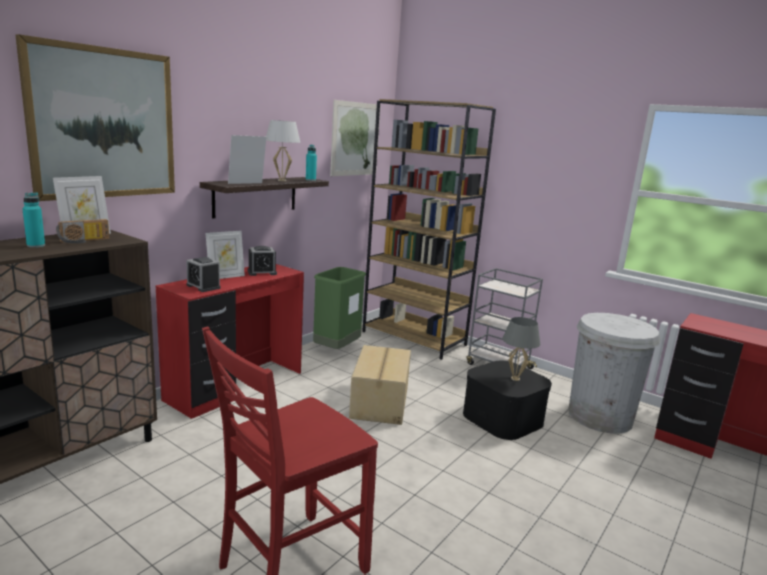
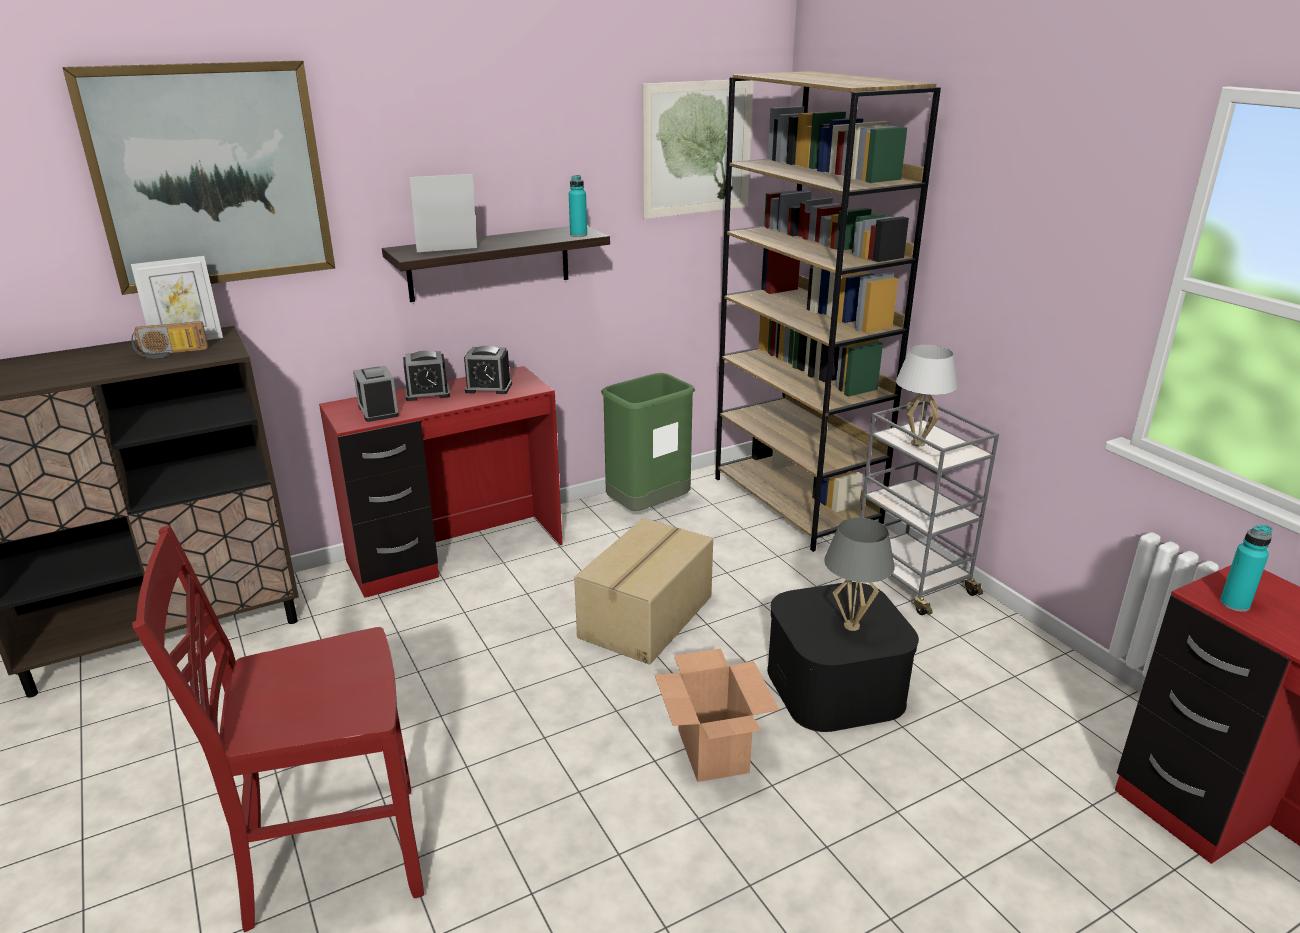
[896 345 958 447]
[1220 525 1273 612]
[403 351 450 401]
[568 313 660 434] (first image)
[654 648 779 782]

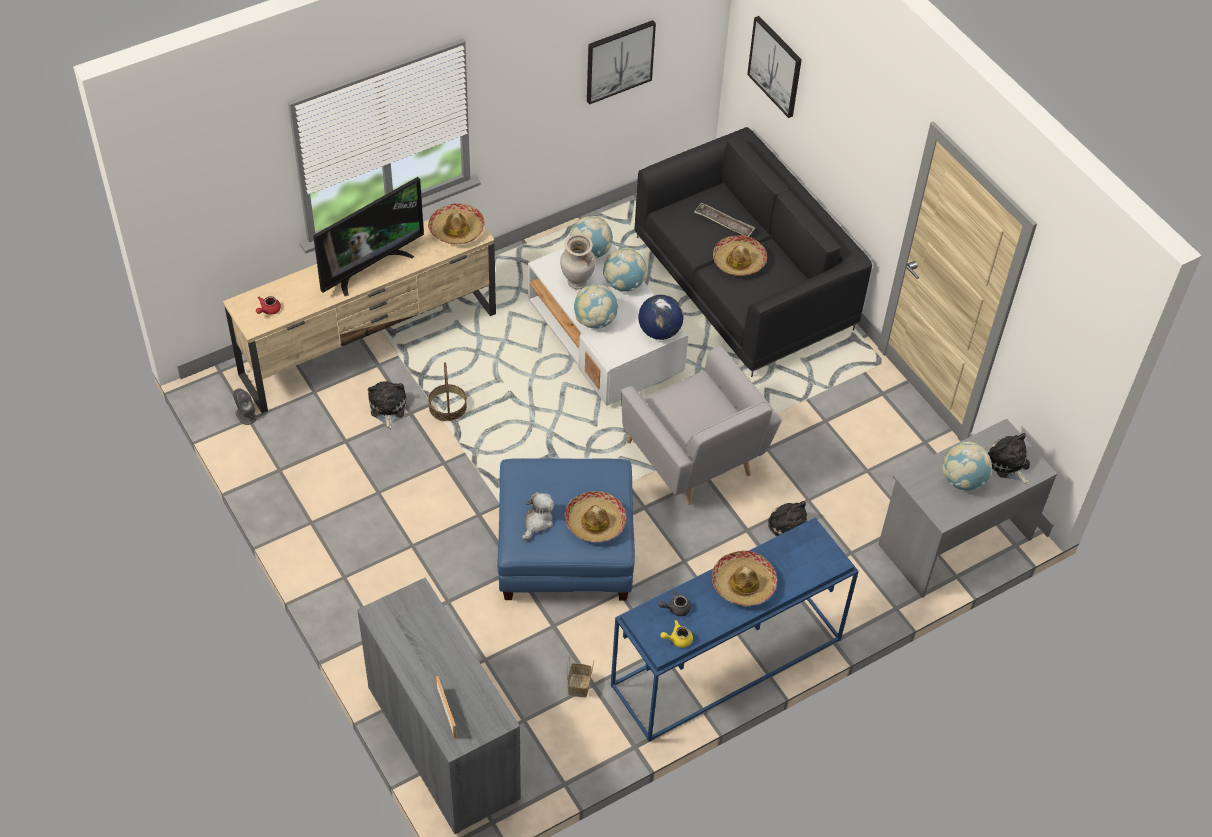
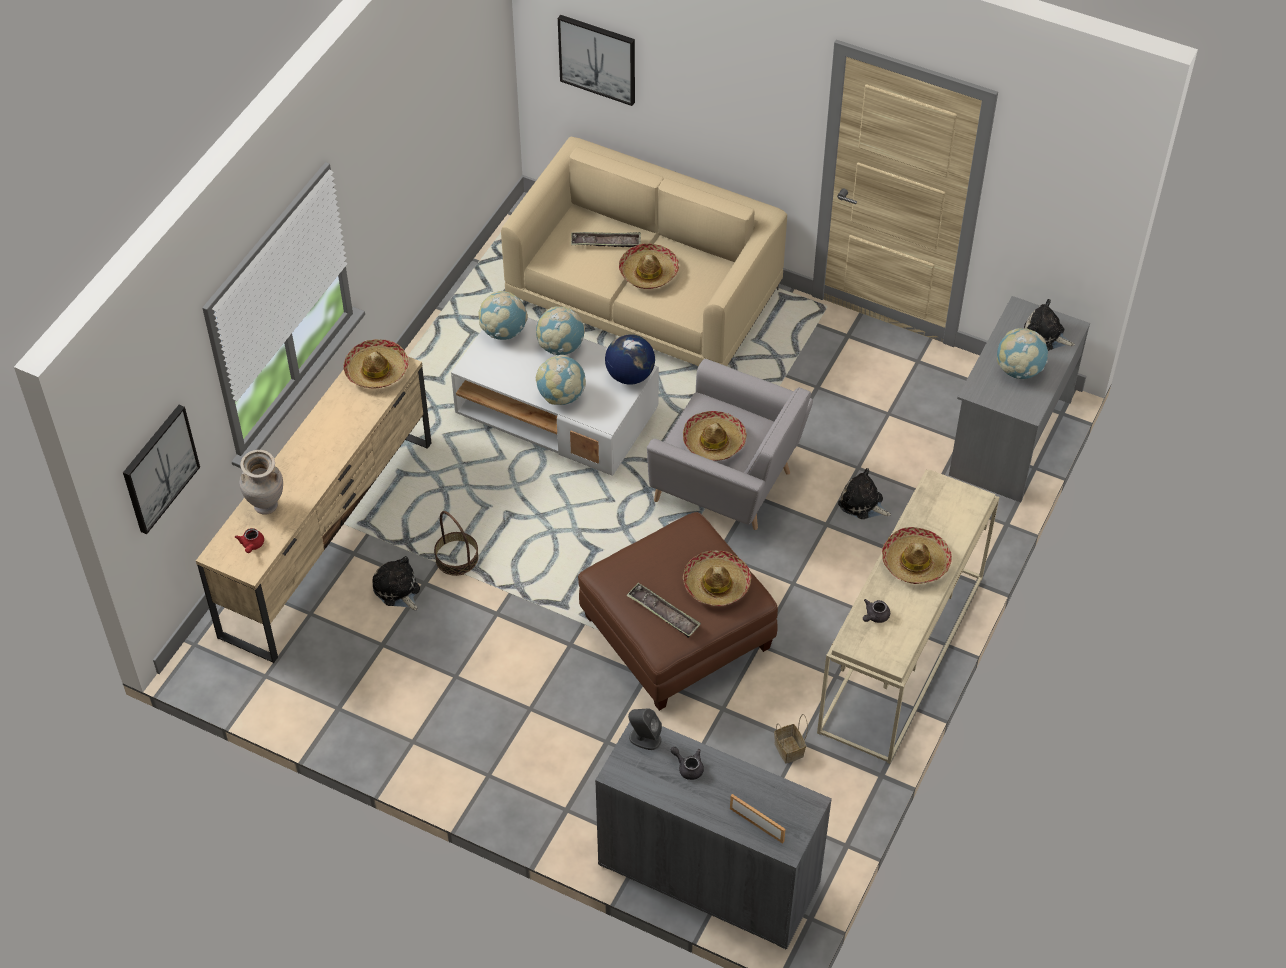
[123 405 200 534]
[501 137 787 366]
[313 177 424 296] (first image)
[239 450 283 515]
[628 708 662 750]
[578 512 778 711]
[626 583 701 638]
[817 469 999 764]
[660 620 693 648] (first image)
[683 411 747 461]
[671 747 704 780]

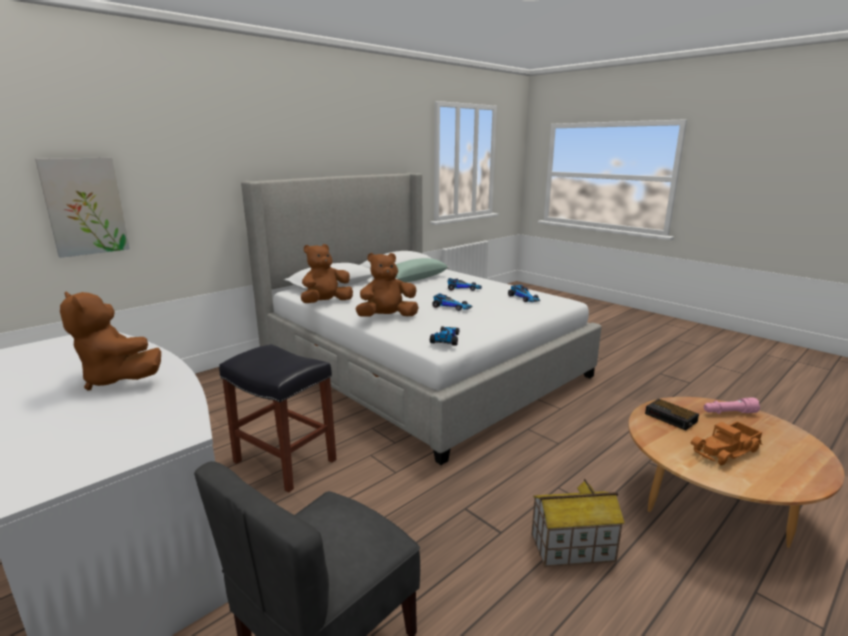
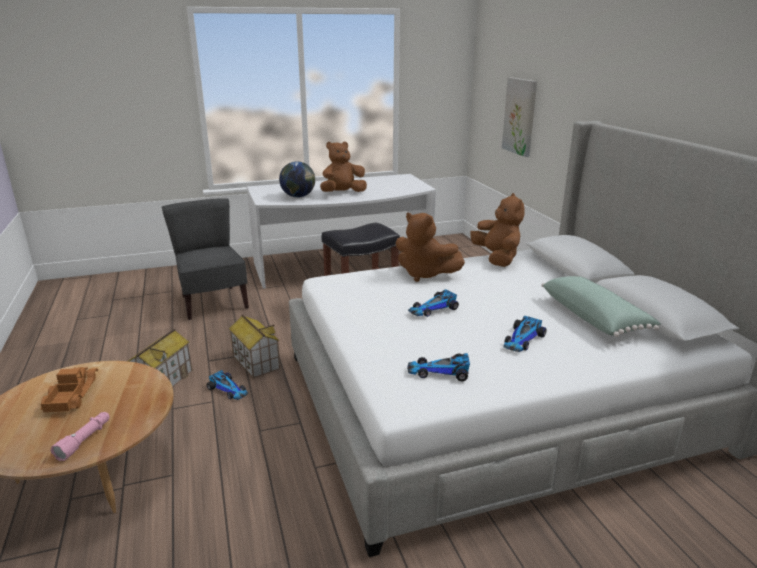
[396 213 465 282]
[207 370 248 400]
[645 399 699 430] (first image)
[279 161 315 198]
[229 314 280 378]

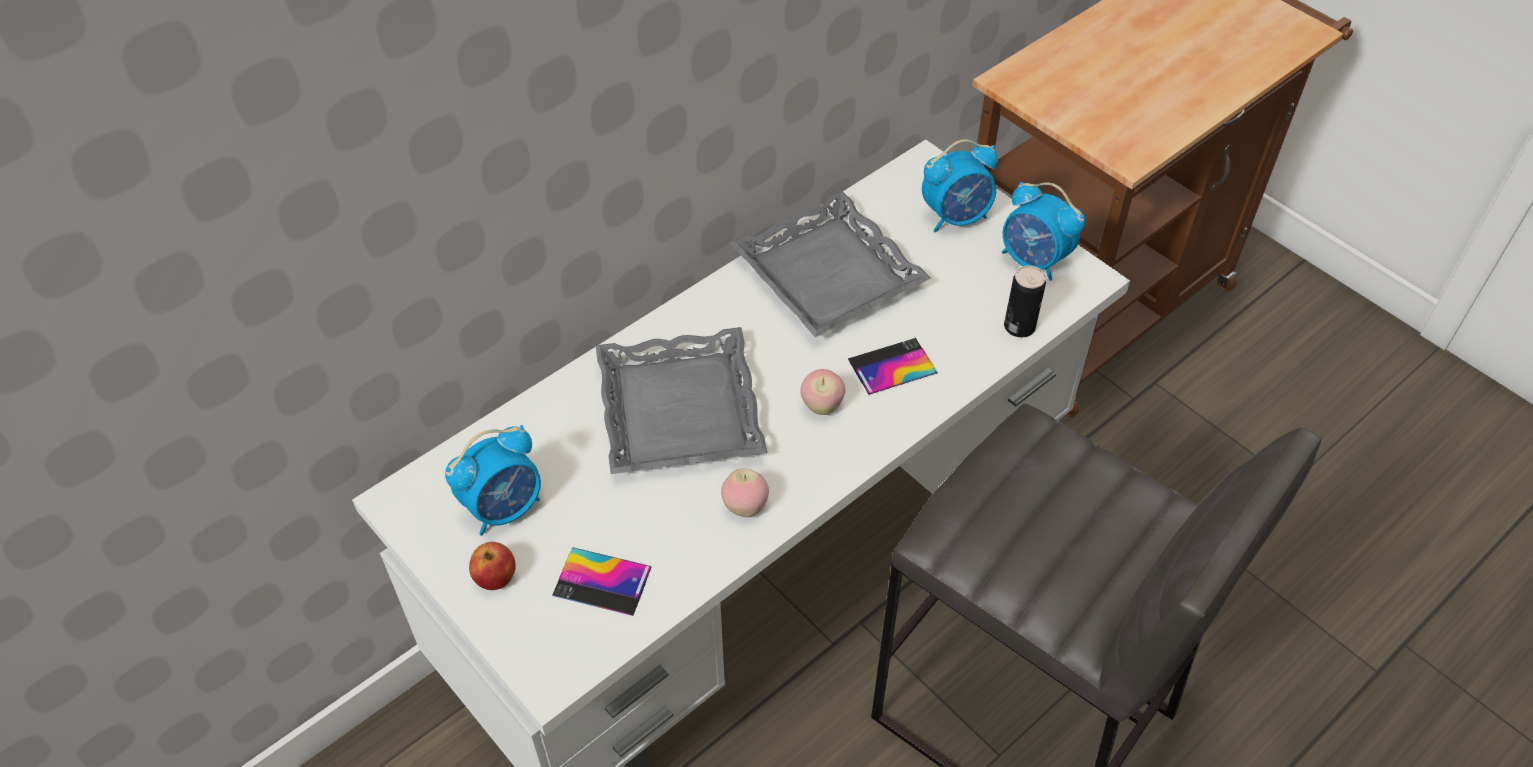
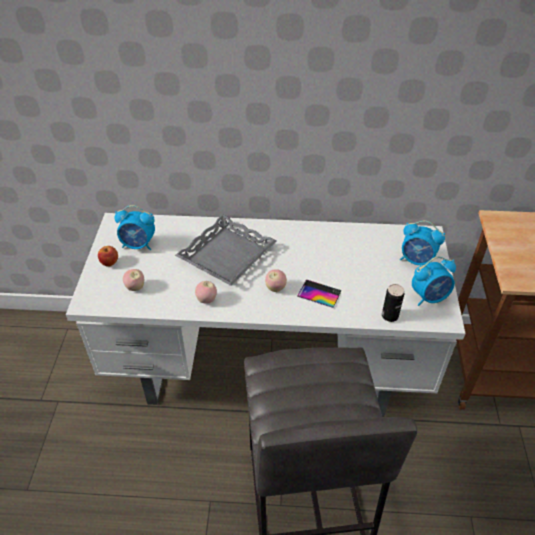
[412 257 456 306]
[730 191 931 337] (first image)
[123 269 144 291]

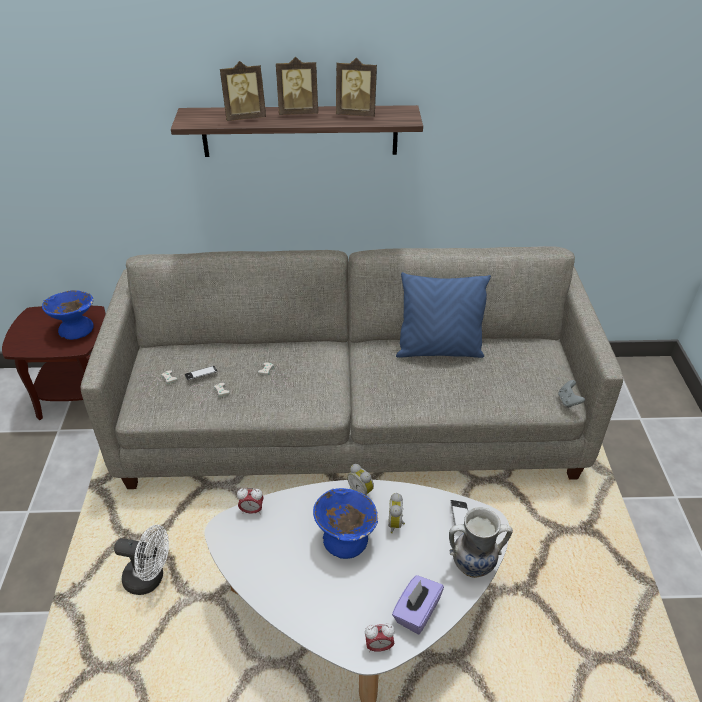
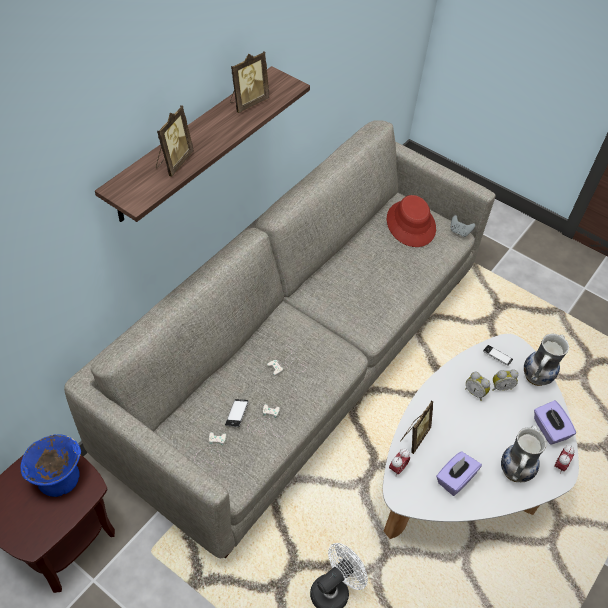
[400 400 433 454]
[396 272 491 358] (first image)
[492 369 519 391]
[313 488 378 559] (first image)
[387 195 436 247]
[501 425 547 482]
[436 451 482 496]

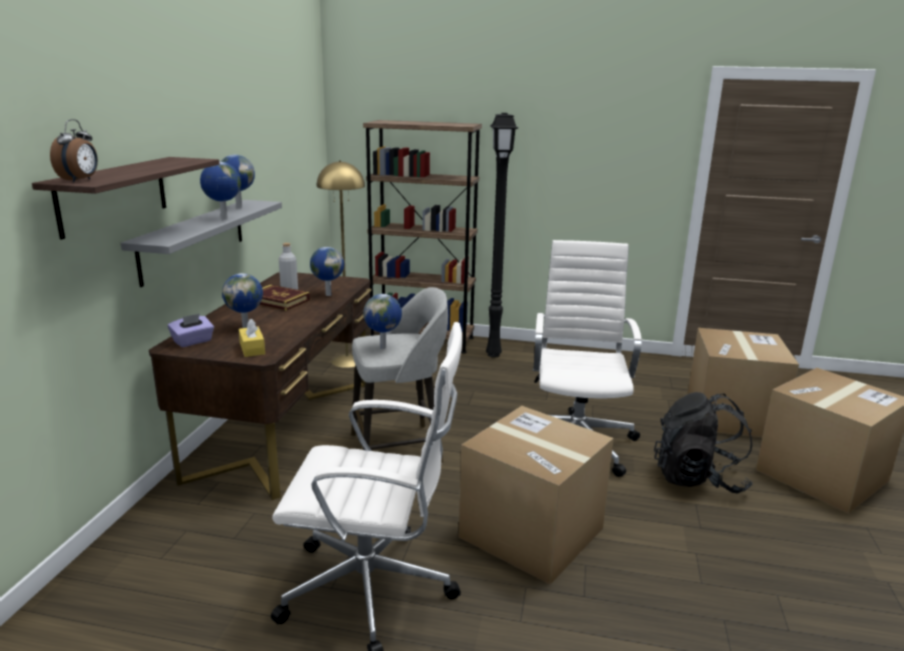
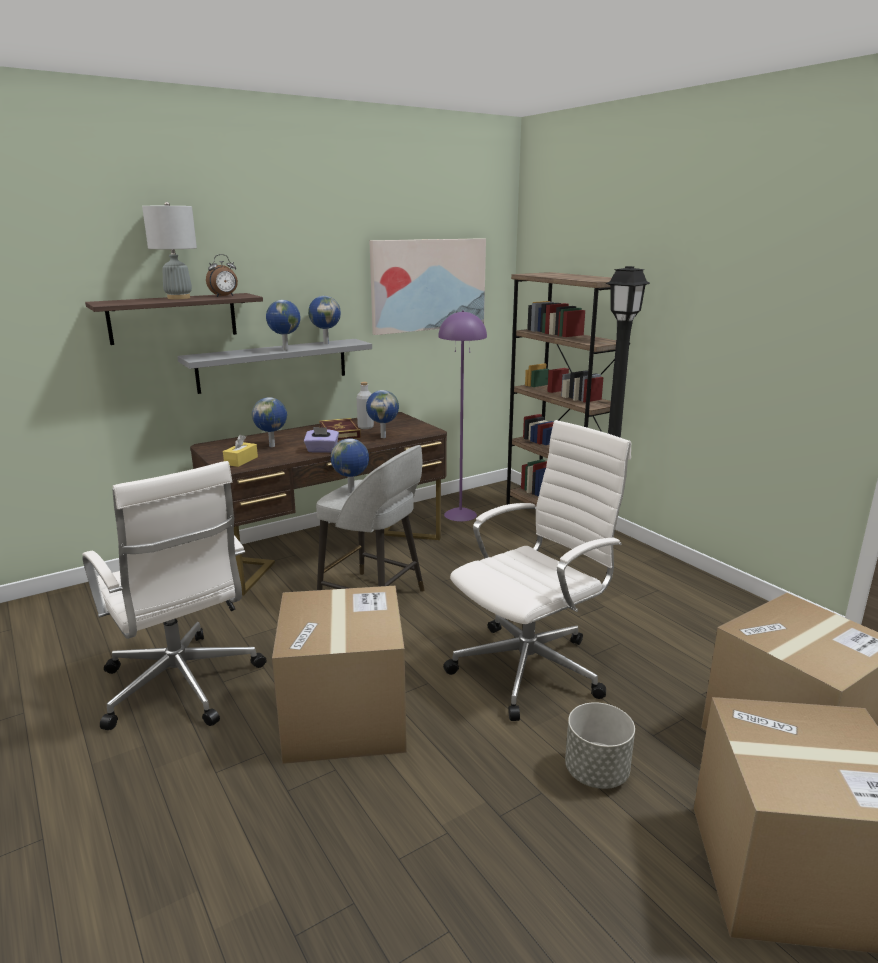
[206 254 238 297]
[438 310 487 522]
[304 427 339 453]
[565 702 635 789]
[142 202 197 299]
[370 238 486 335]

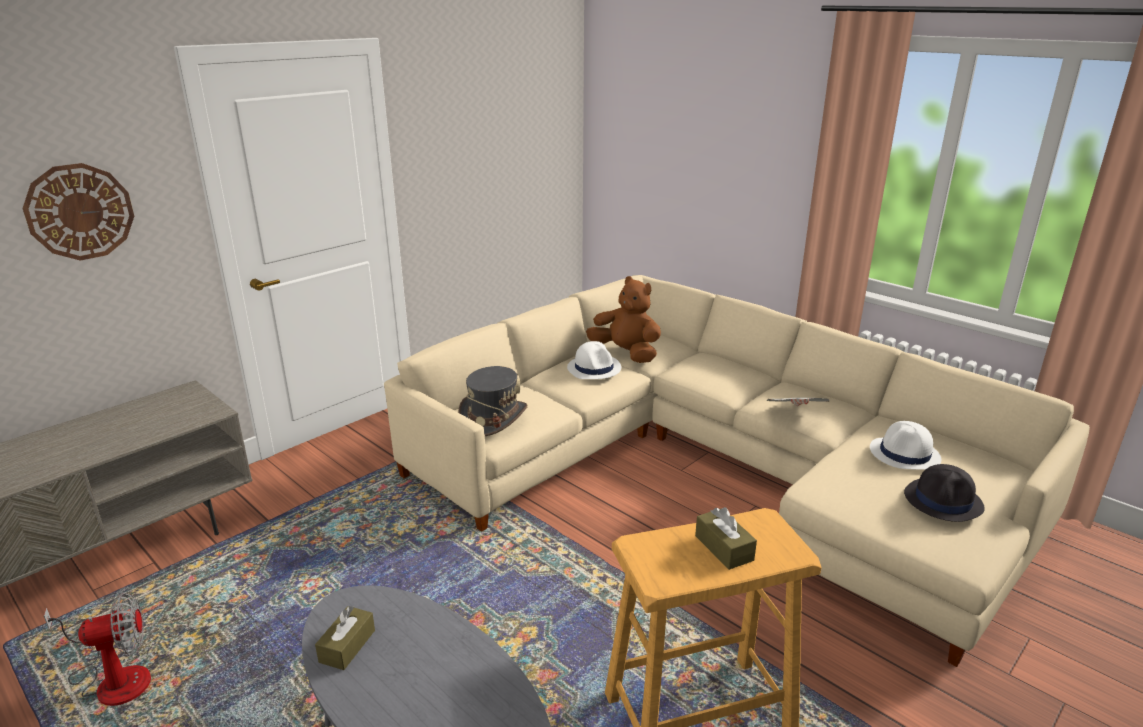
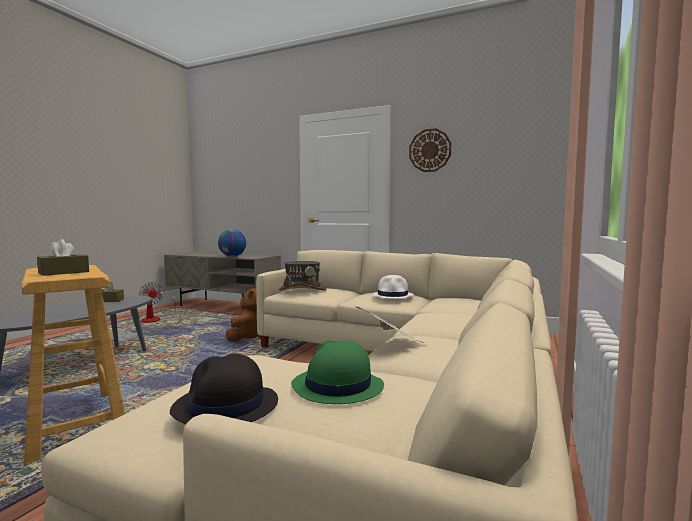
[409 128 451 172]
[226 288 260 342]
[291 340 384 404]
[218 229 246 257]

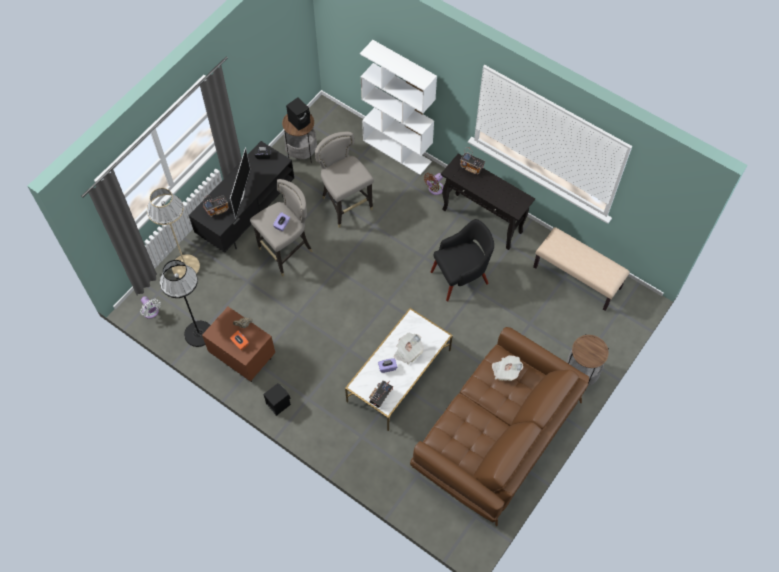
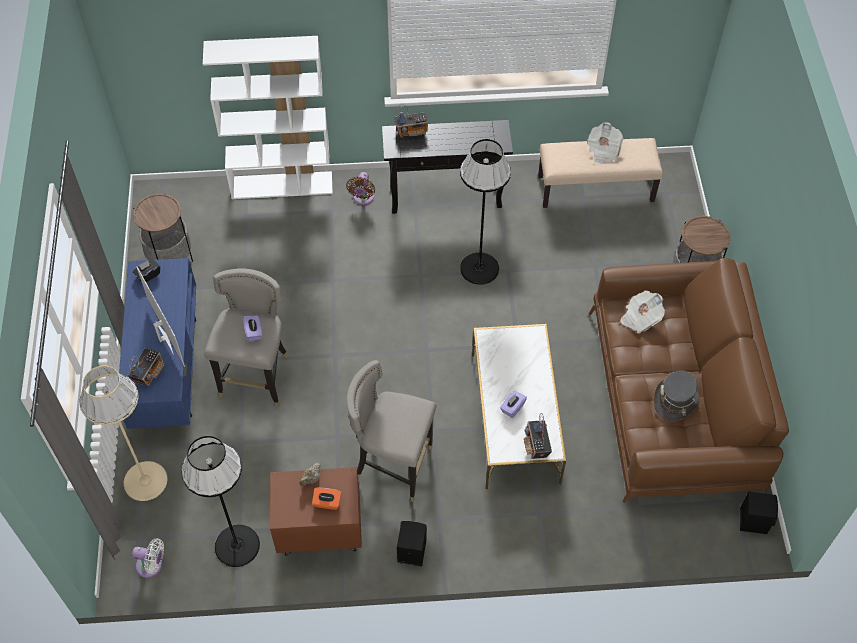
[740 492 778 534]
[346 360 437 502]
[118 258 197 429]
[460 139 511 285]
[587 122 623 165]
[653 370 700 422]

